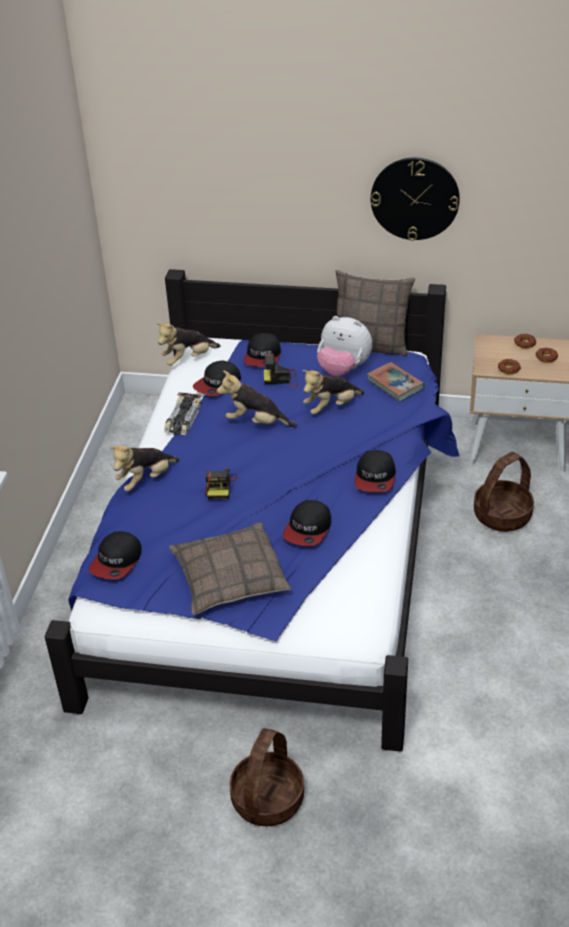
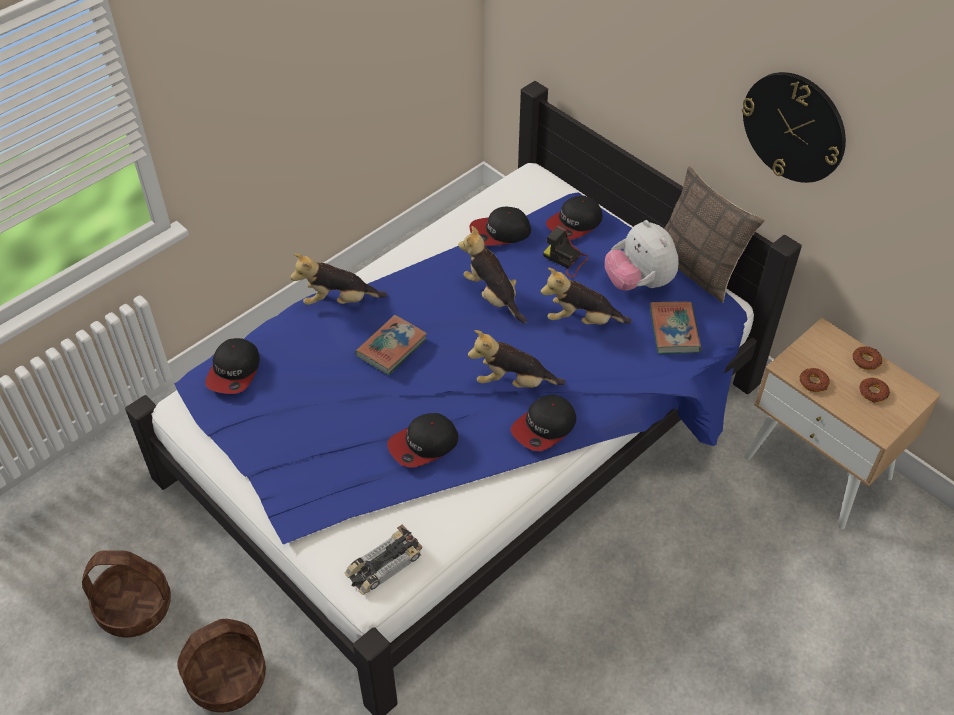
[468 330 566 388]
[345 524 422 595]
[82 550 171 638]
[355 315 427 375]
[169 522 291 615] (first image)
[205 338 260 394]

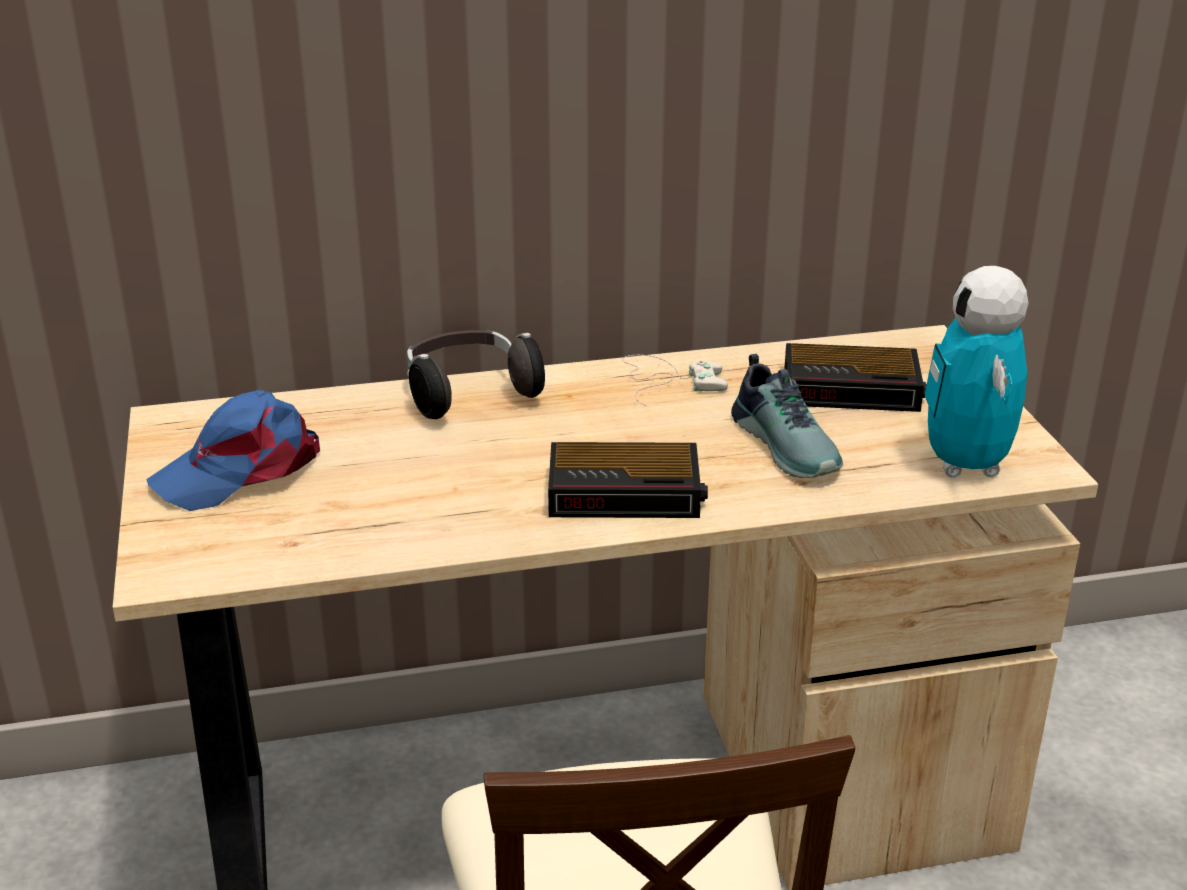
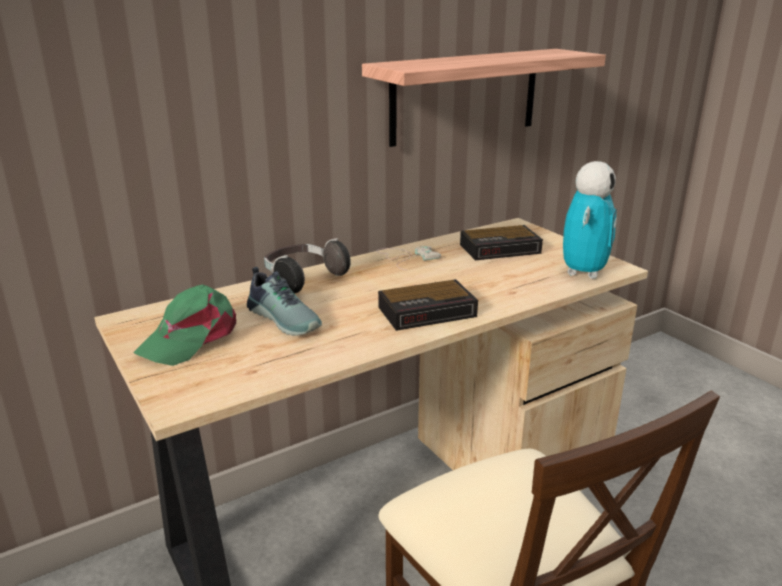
[563 161 617 279]
[247 267 322 336]
[133 285 236 366]
[362 49 606 147]

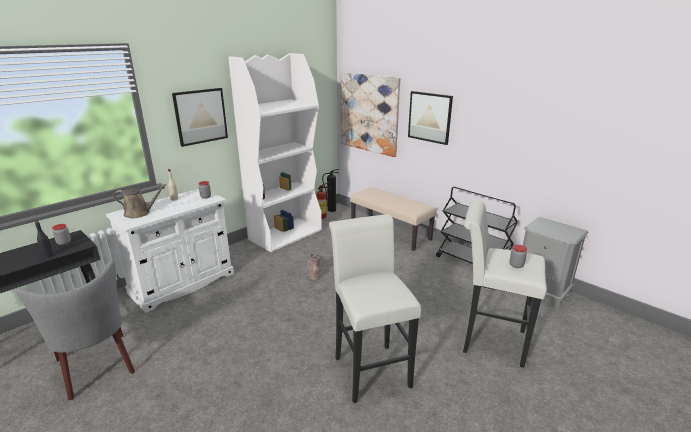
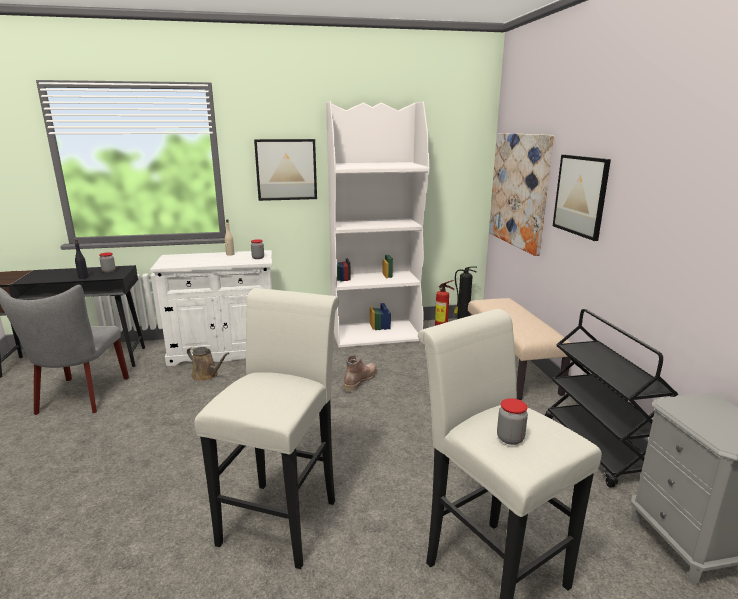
[187 347 229 381]

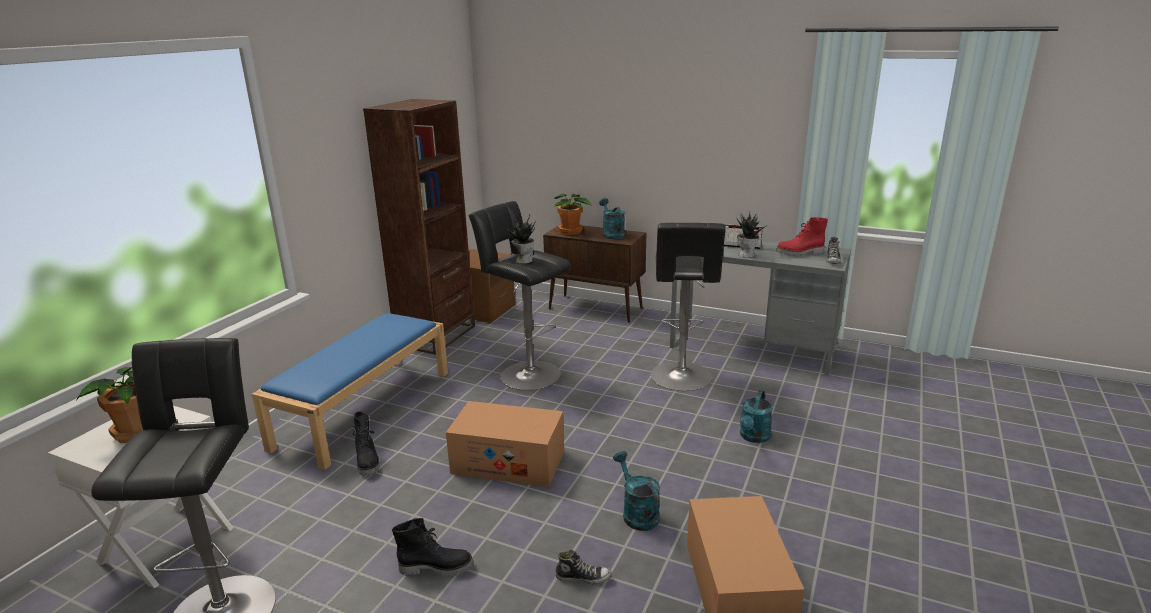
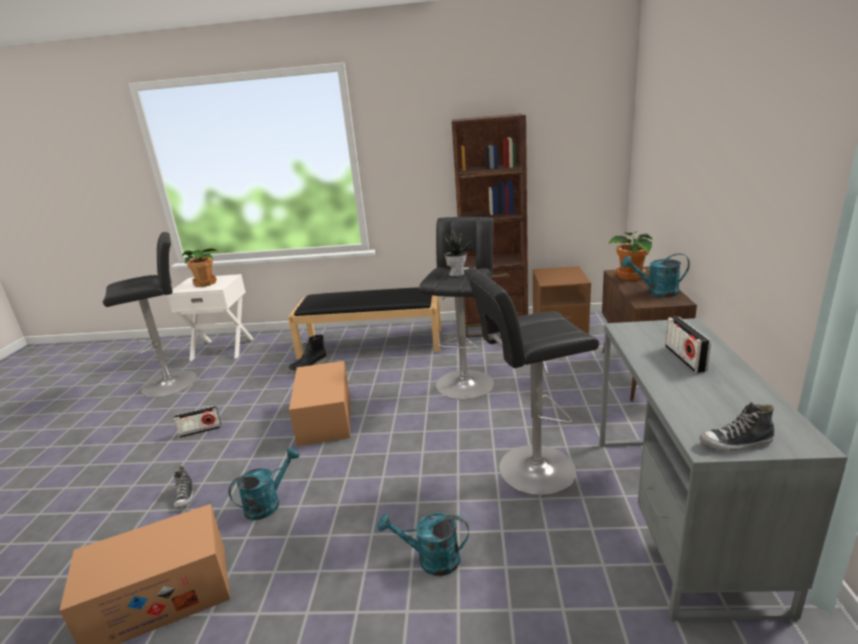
[622 253 690 297]
[737 212 769 258] (first image)
[776 217 828 256] (first image)
[288 287 442 359]
[174 406 221 438]

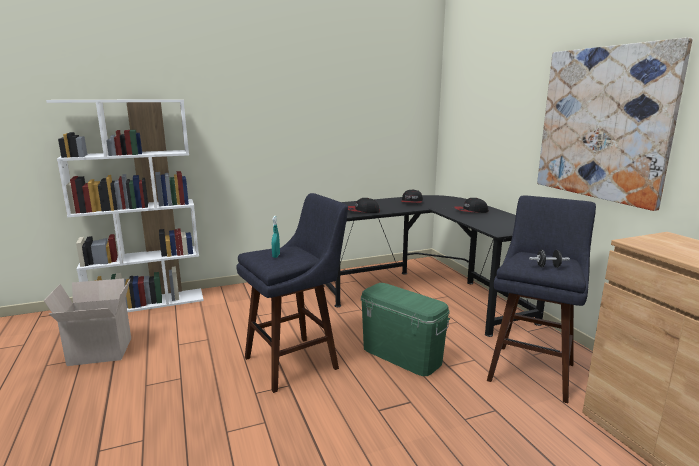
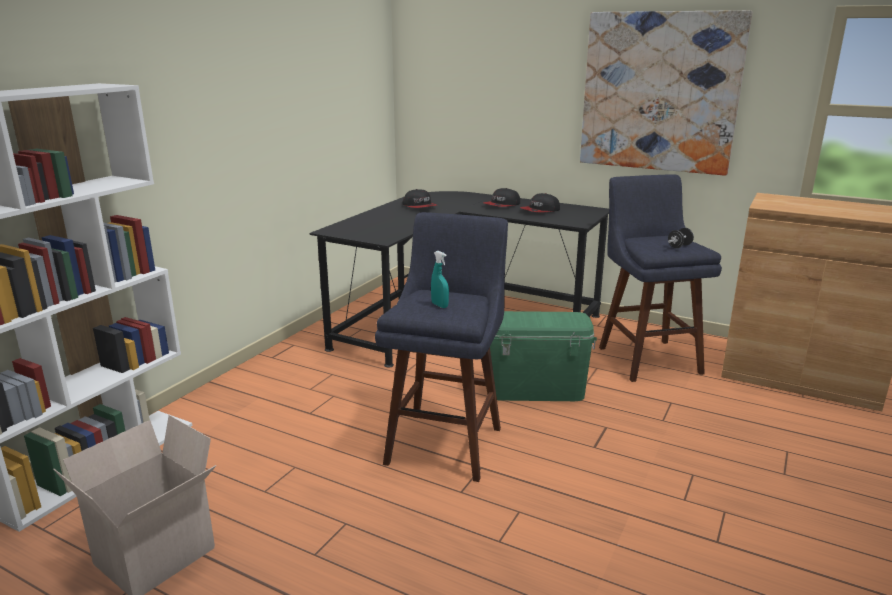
[520 193 560 213]

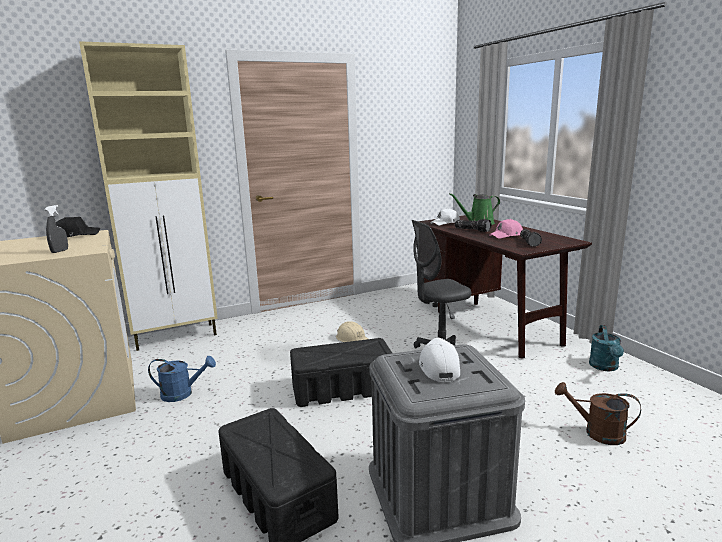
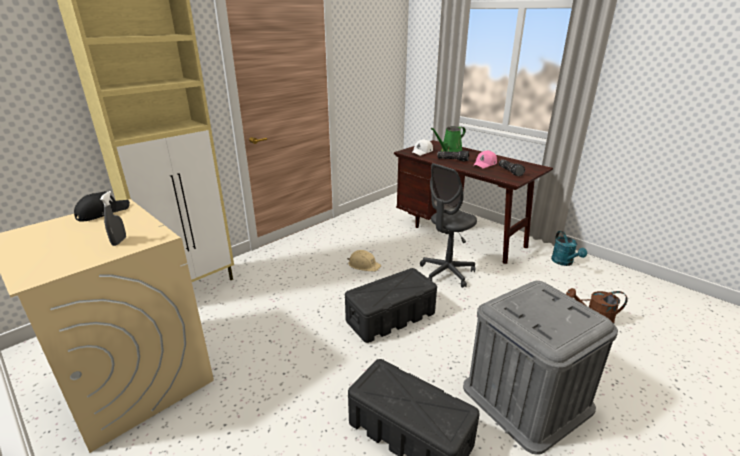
[419 337 460 382] (first image)
[148 356 216 402] (first image)

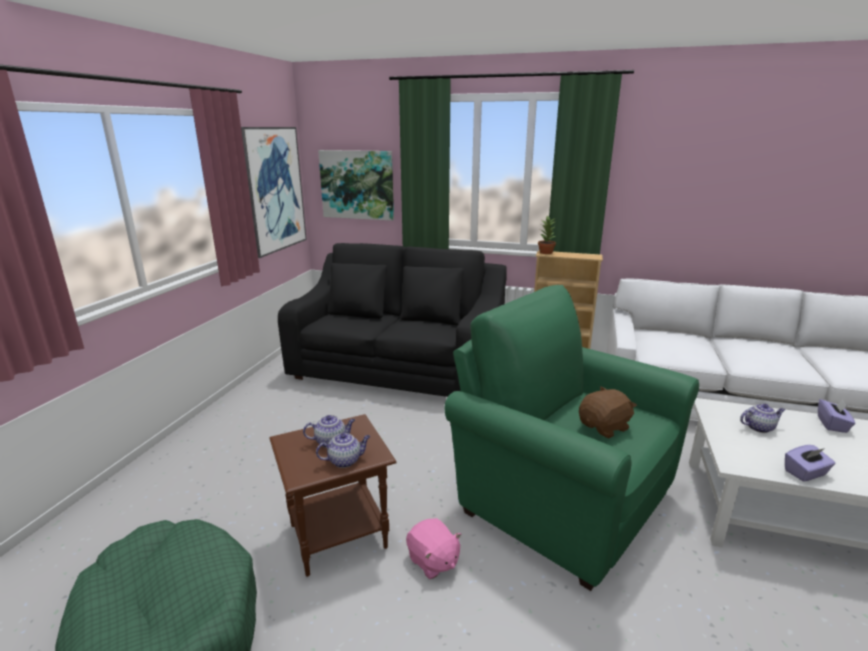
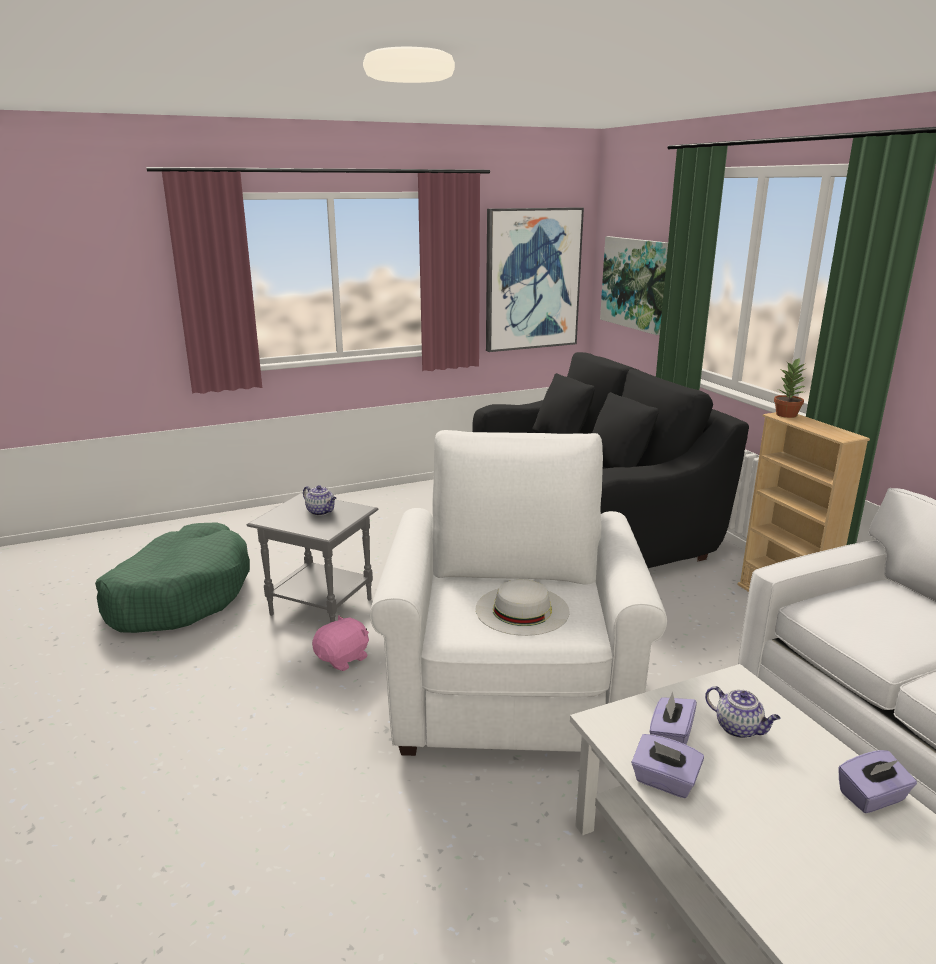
[370 430 667 756]
[475 579 570 636]
[246 493 378 623]
[316 433 371 468] (first image)
[312 615 369 671]
[650 691 697 745]

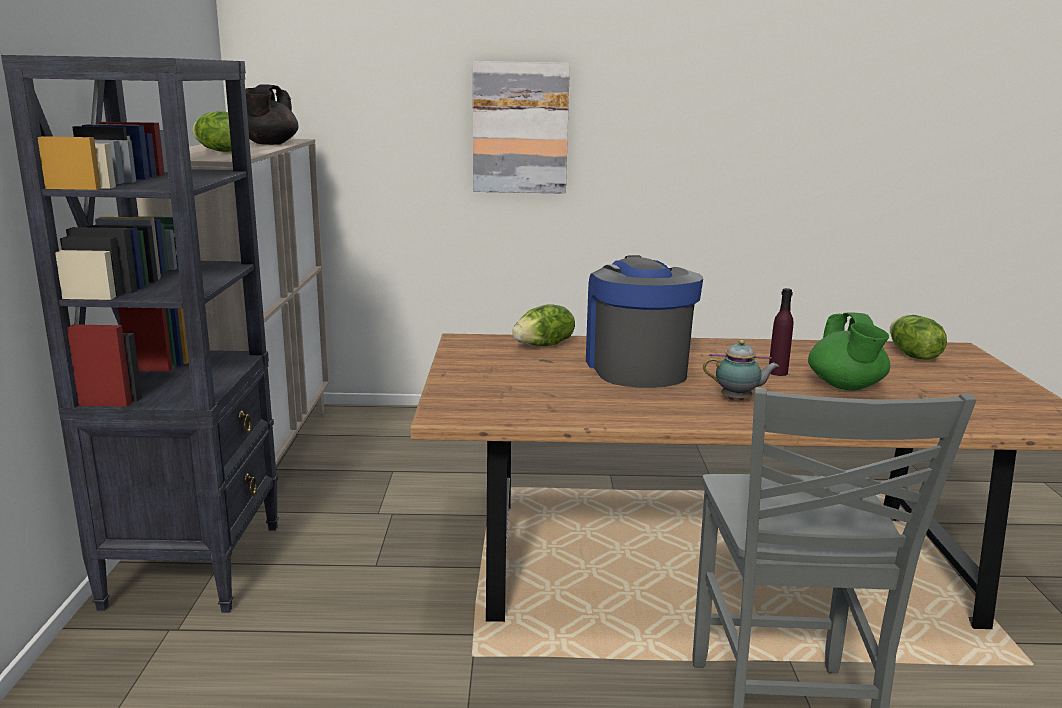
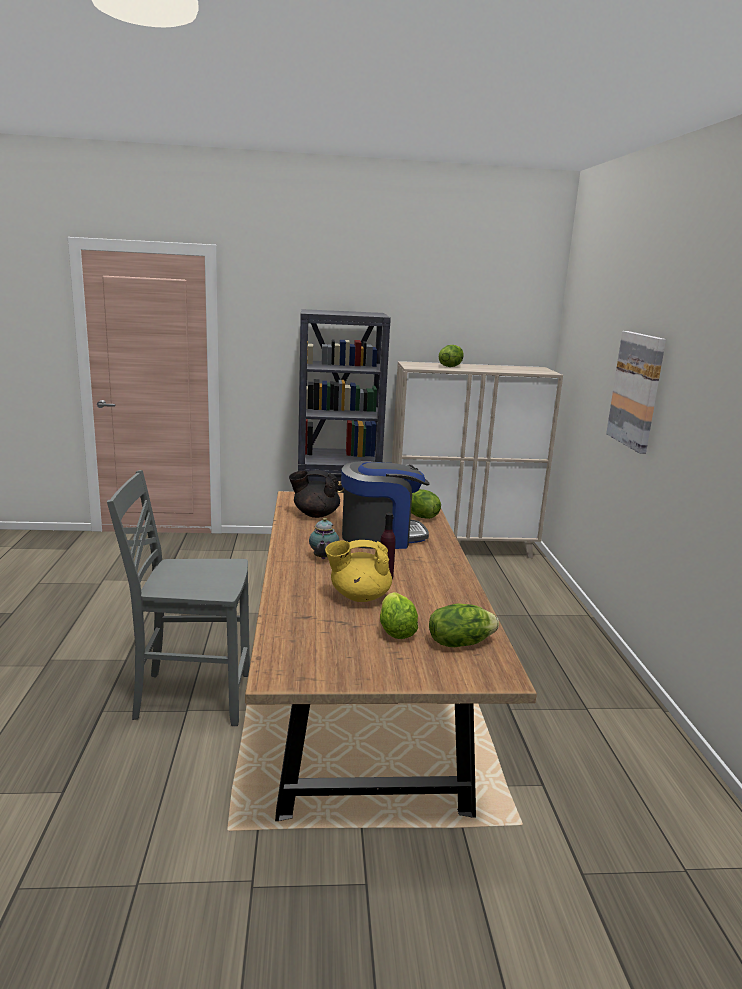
[289 470 340 518]
[325 540 392 602]
[380 592 418 639]

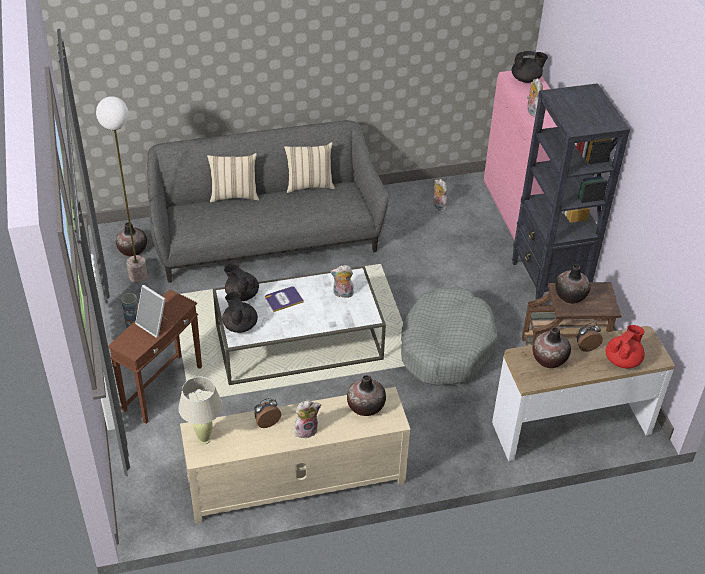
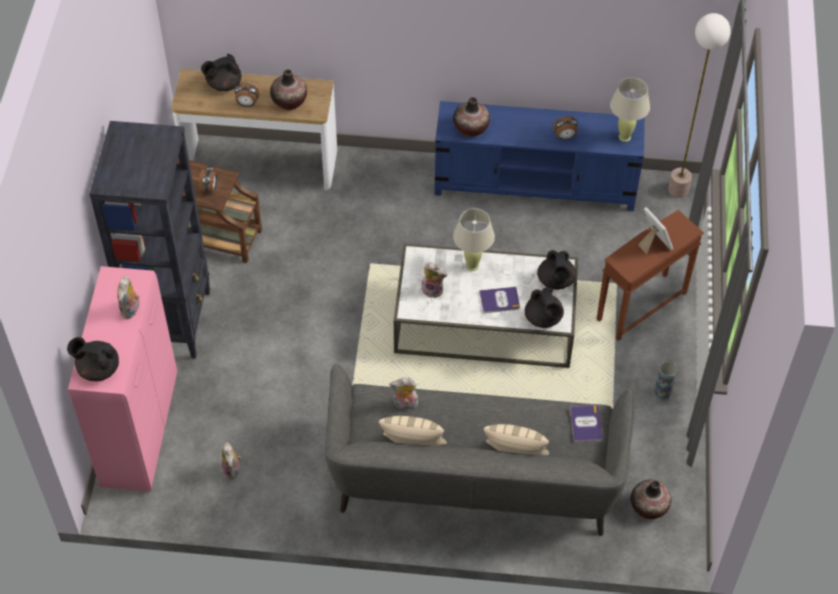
[668 13 731 198]
[199 164 217 194]
[401 286 498 386] (first image)
[201 54 241 91]
[434 101 645 211]
[389 377 418 410]
[453 208 495 271]
[570 406 602 442]

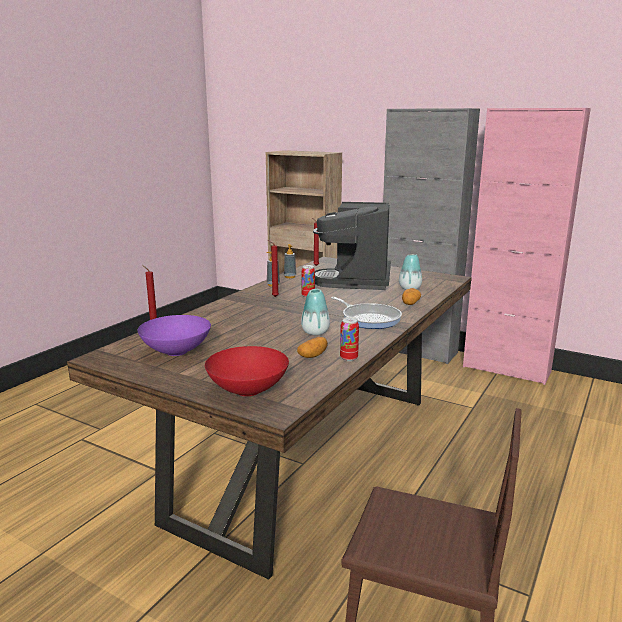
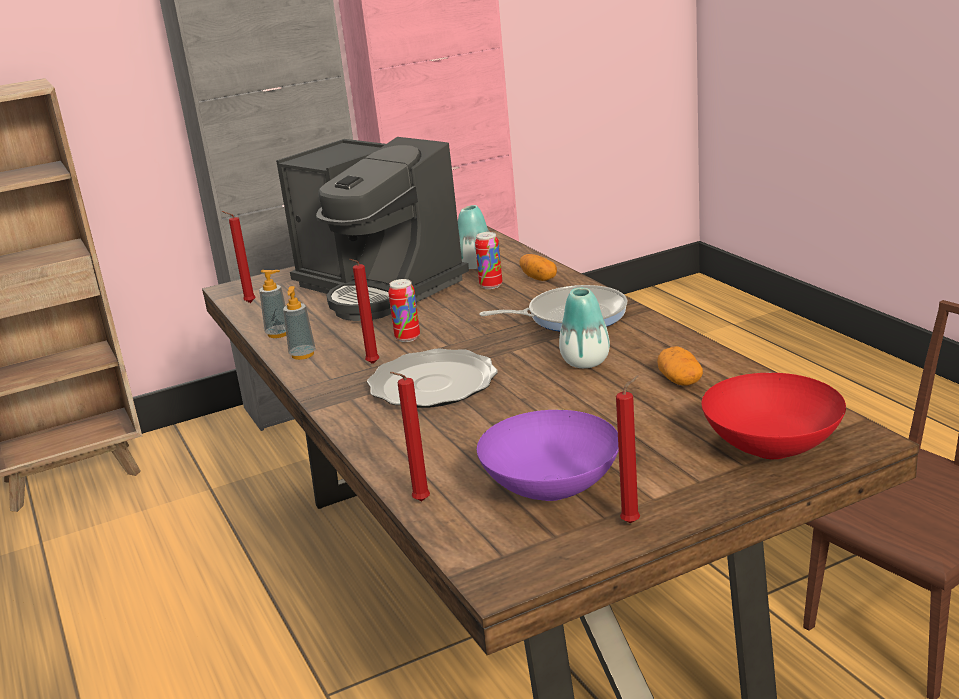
[475 232 502 289]
[367 349 498 408]
[616 375 640 523]

